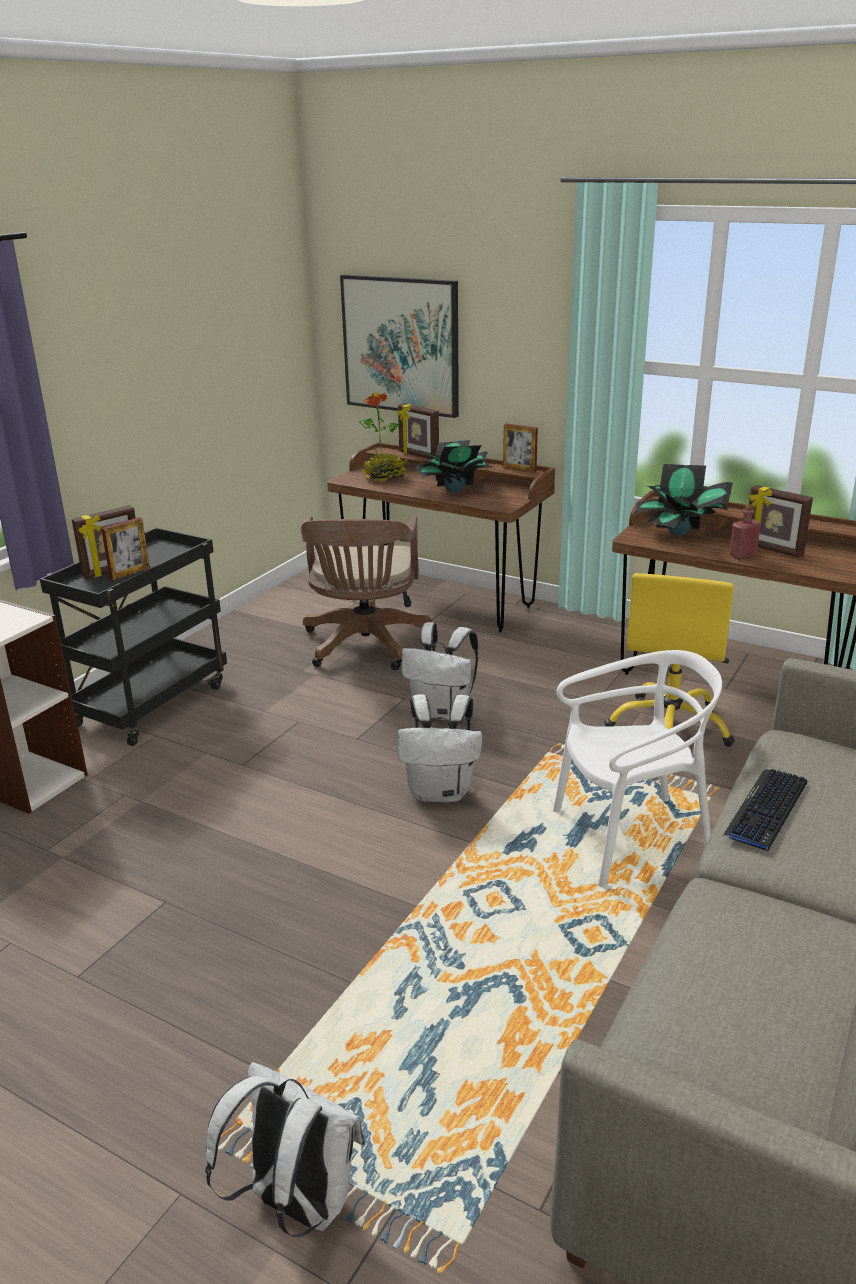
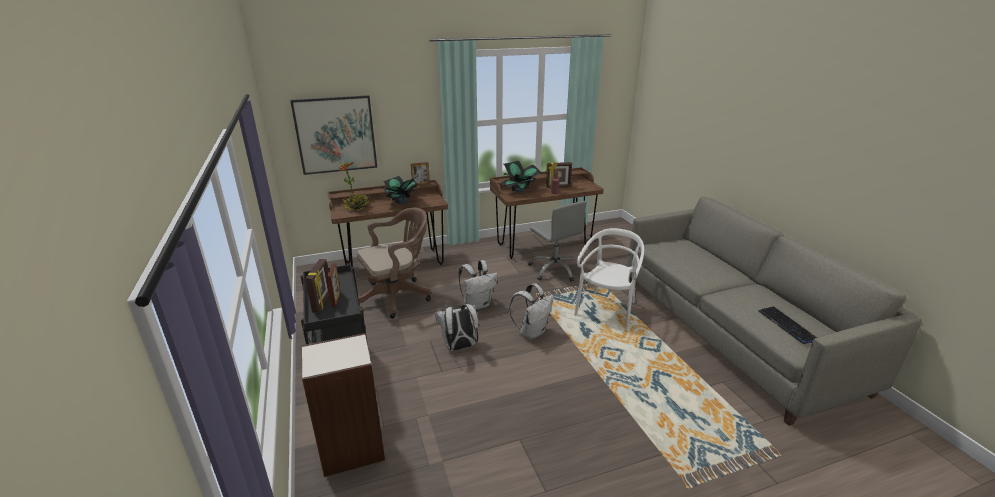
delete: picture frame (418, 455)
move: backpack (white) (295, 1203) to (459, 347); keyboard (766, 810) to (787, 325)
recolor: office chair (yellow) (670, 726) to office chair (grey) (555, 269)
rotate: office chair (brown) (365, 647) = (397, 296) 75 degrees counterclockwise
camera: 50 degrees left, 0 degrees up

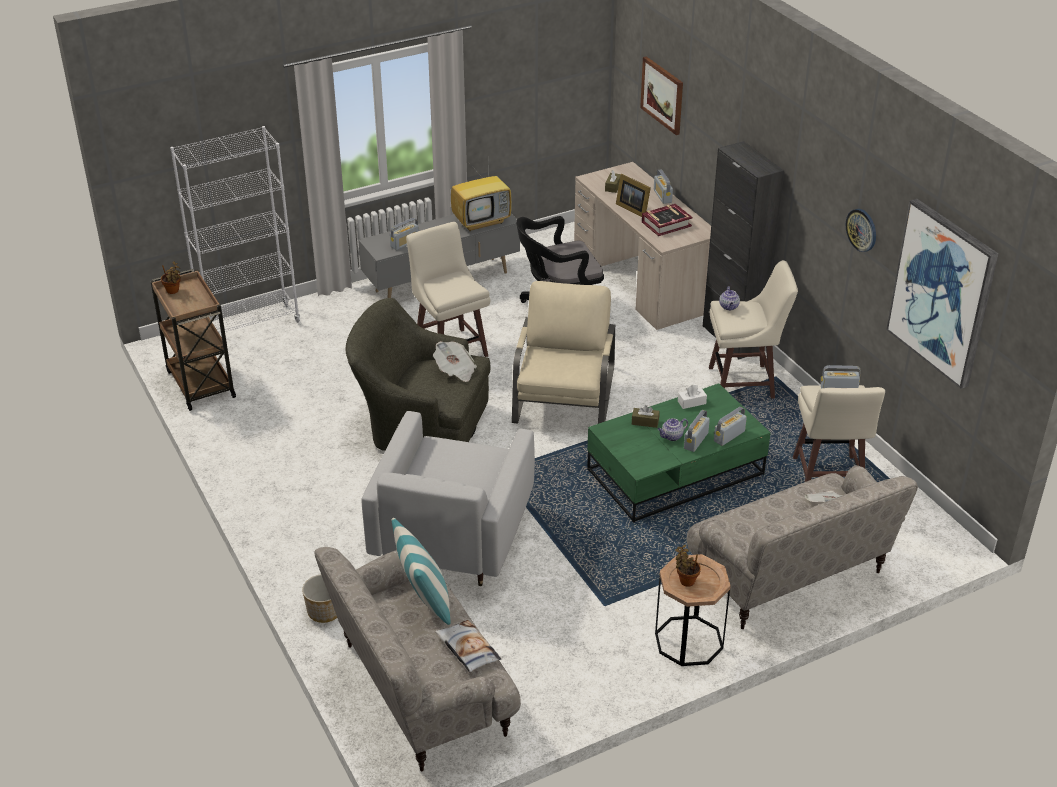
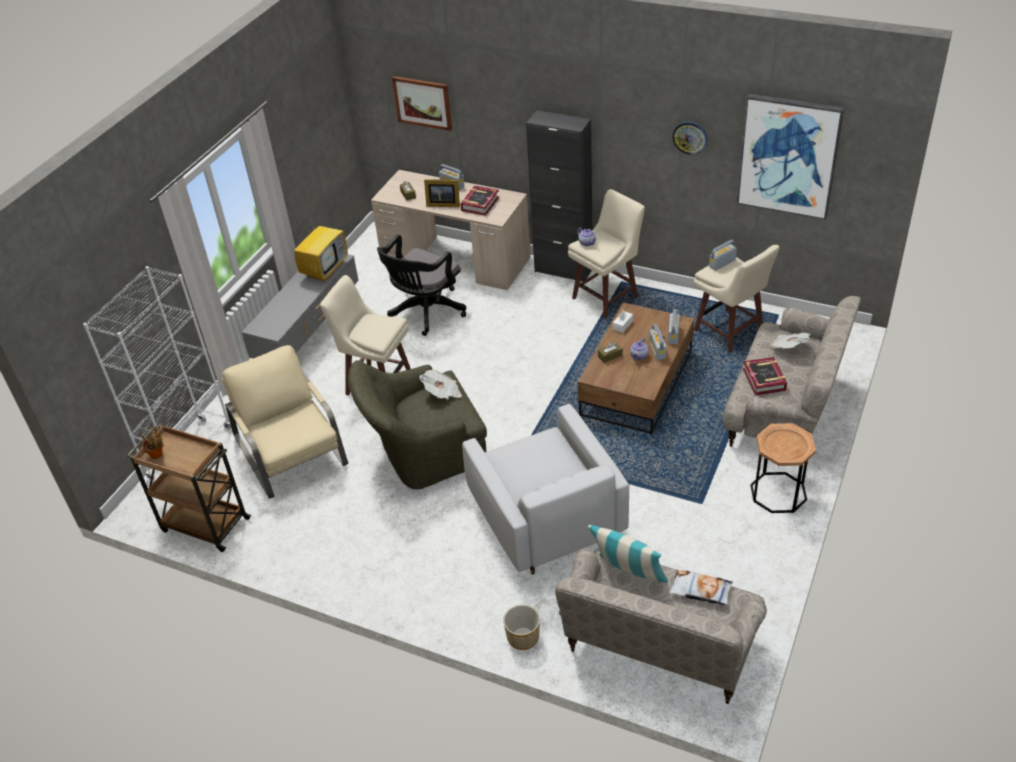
delete: radio (405, 243); potted plant (685, 580)
insert: book (764, 380)
move: armchair (beige) (564, 396) to (291, 452)
recolor: coffee table (green) (674, 473) to coffee table (brown) (636, 384)
camera: 35 degrees left, 5 degrees up

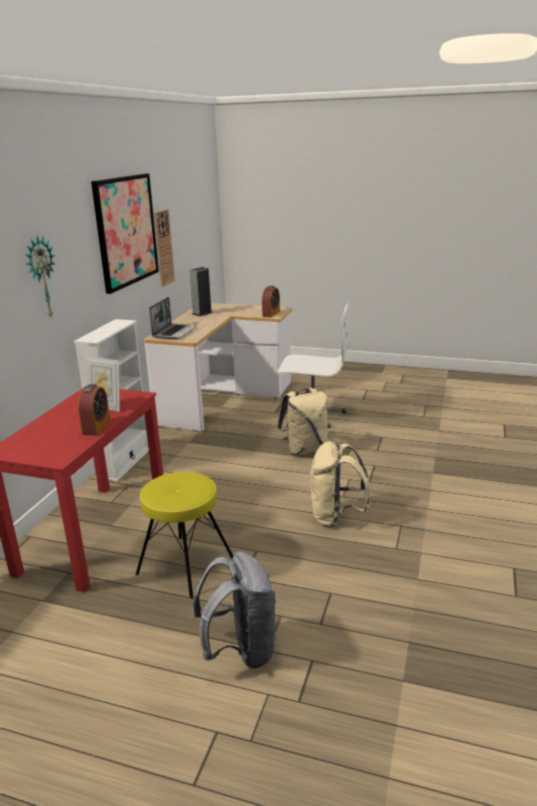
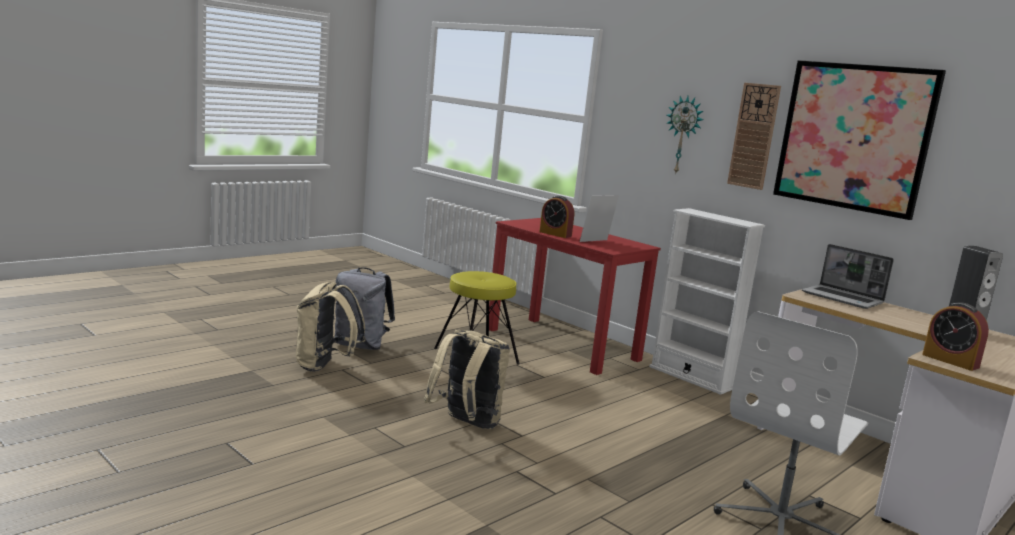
move: wall clock (163, 248) to (754, 136); backpack (beige) (304, 449) to (325, 366)
camera: 115 degrees right, 10 degrees down

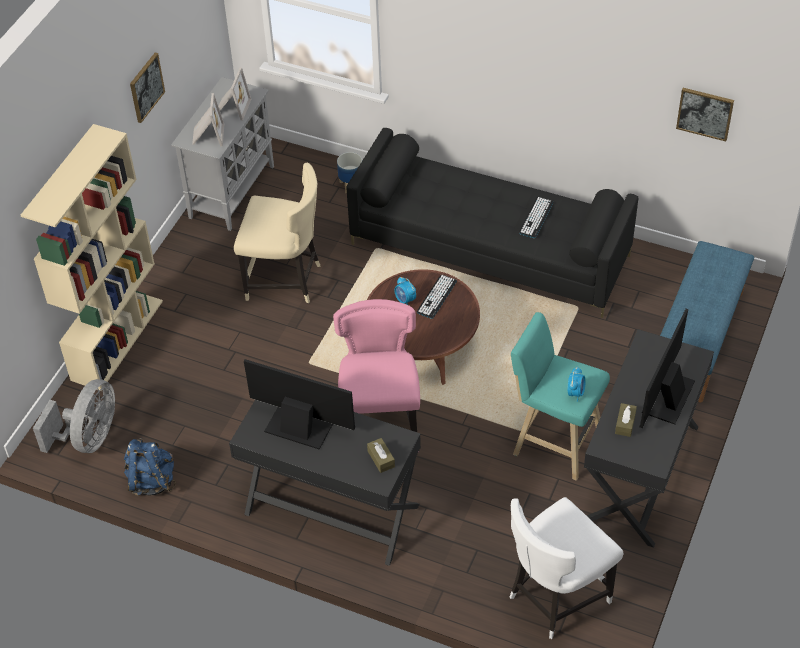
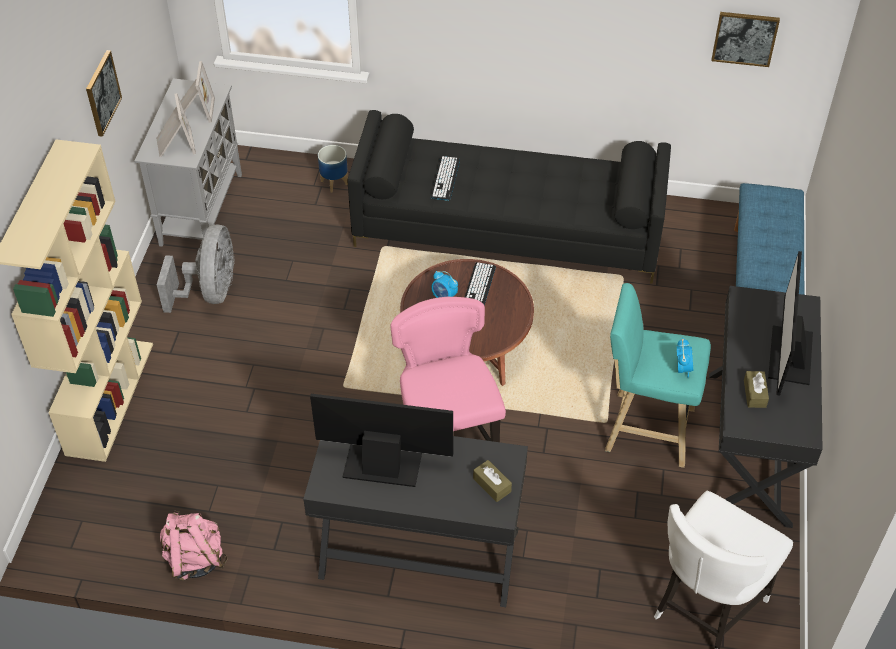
delete: chair (beige) (285, 280)
move: fan (grey) (89, 438) to (210, 292); keyboard (536, 218) to (445, 178)
recolor: backpack (blue) (151, 481) to backpack (pink) (195, 559)
camera: 15 degrees left, 0 degrees up

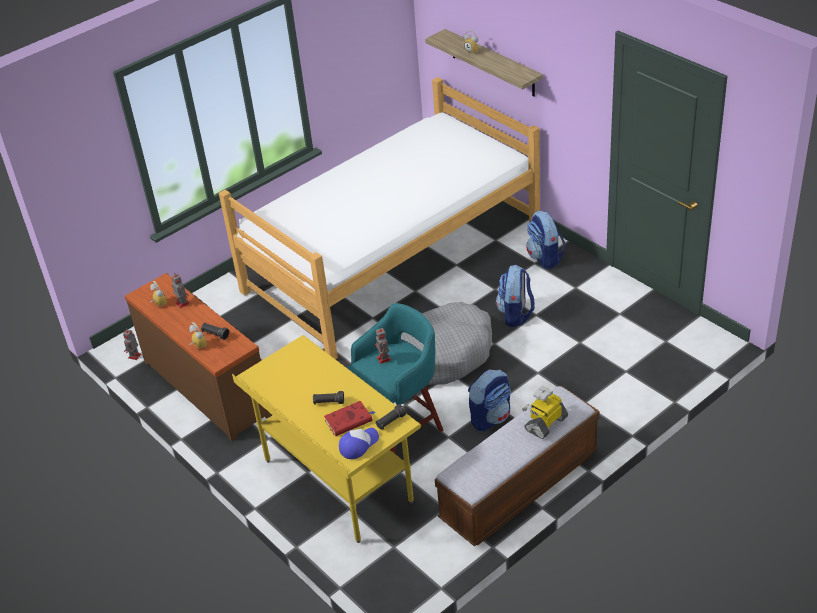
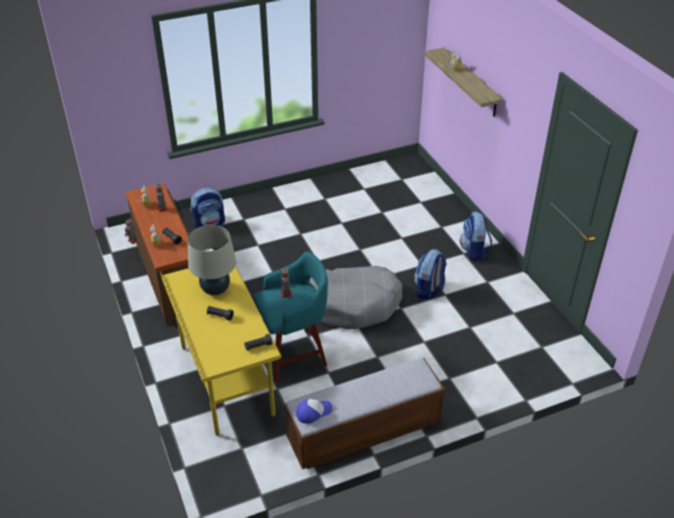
delete: bed (393, 259); book (red) (349, 420); toy robot (545, 423)
insert: table lamp (beige) (215, 289)
move: cap (358, 445) to (313, 412); backpack (490, 417) to (209, 223)
camera: 15 degrees right, 0 degrees up

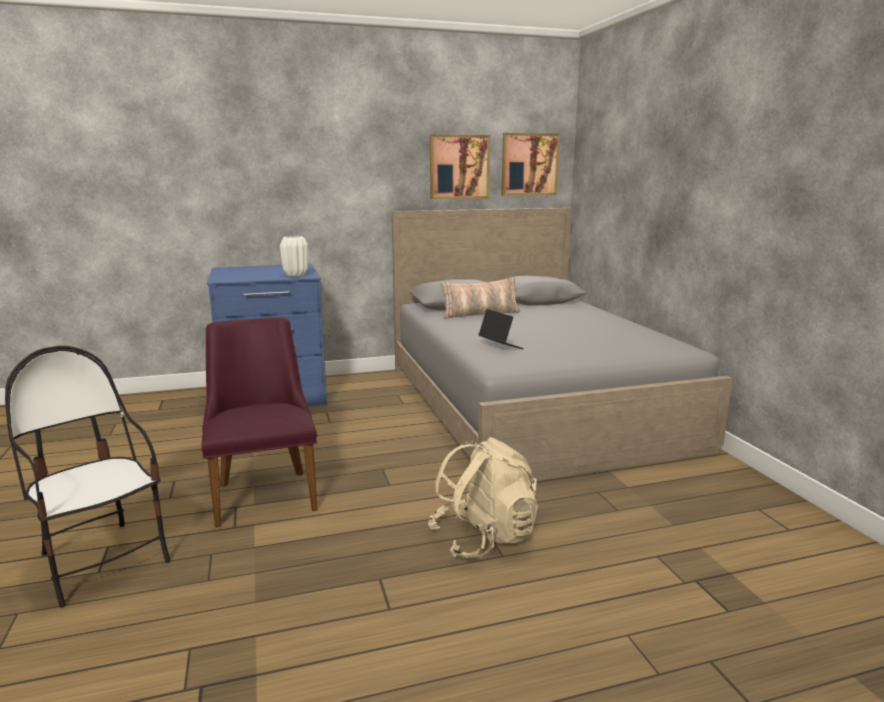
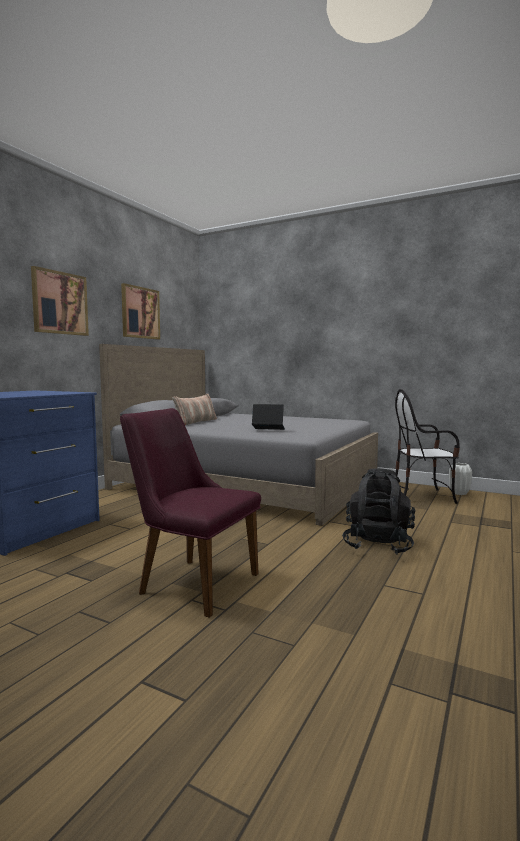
move: chair (102, 561) to (422, 496); vase (white) (296, 275) to (459, 493); picture (529, 164) to (60, 303)
recolor: backpack (beige) (483, 537) to backpack (black) (378, 545)
camera: 45 degrees left, 10 degrees down

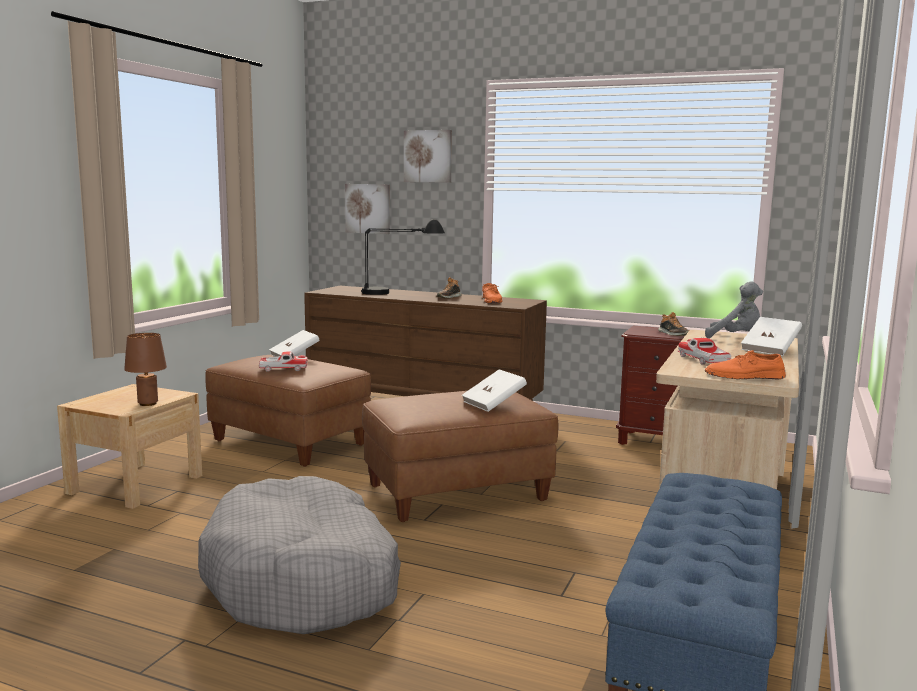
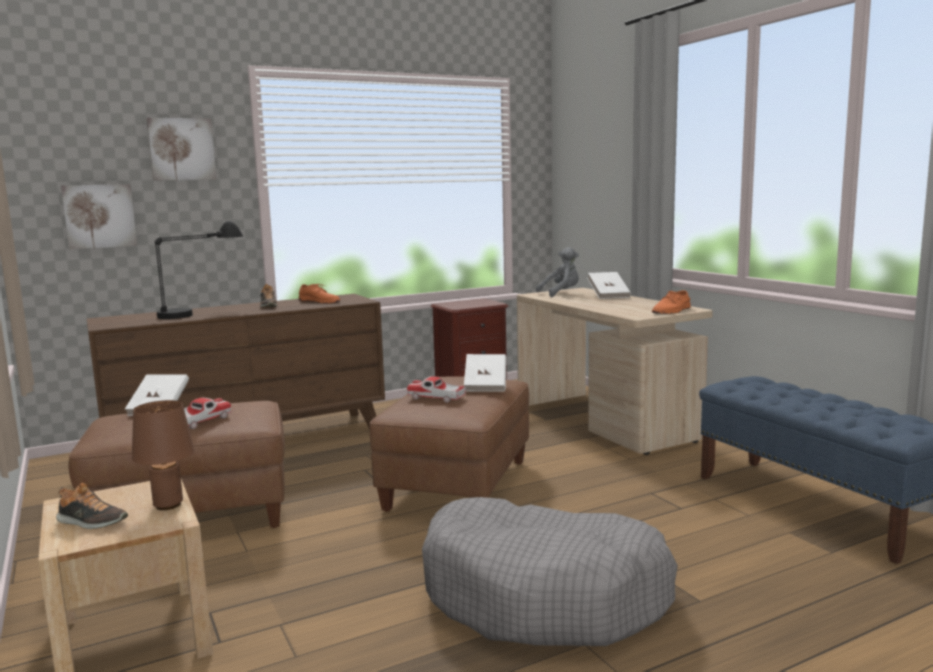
move: shoe (673, 334) to (91, 522); toy car (703, 360) to (437, 397)
camera: 50 degrees left, 0 degrees up

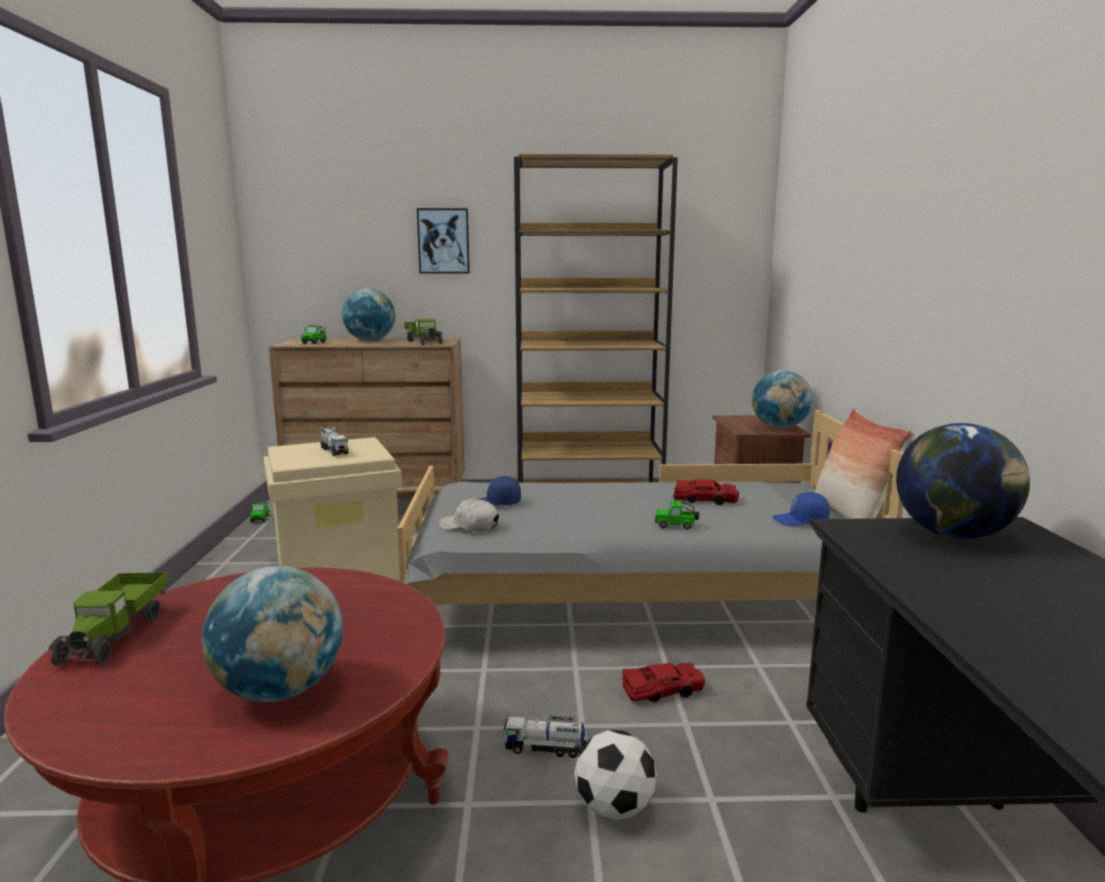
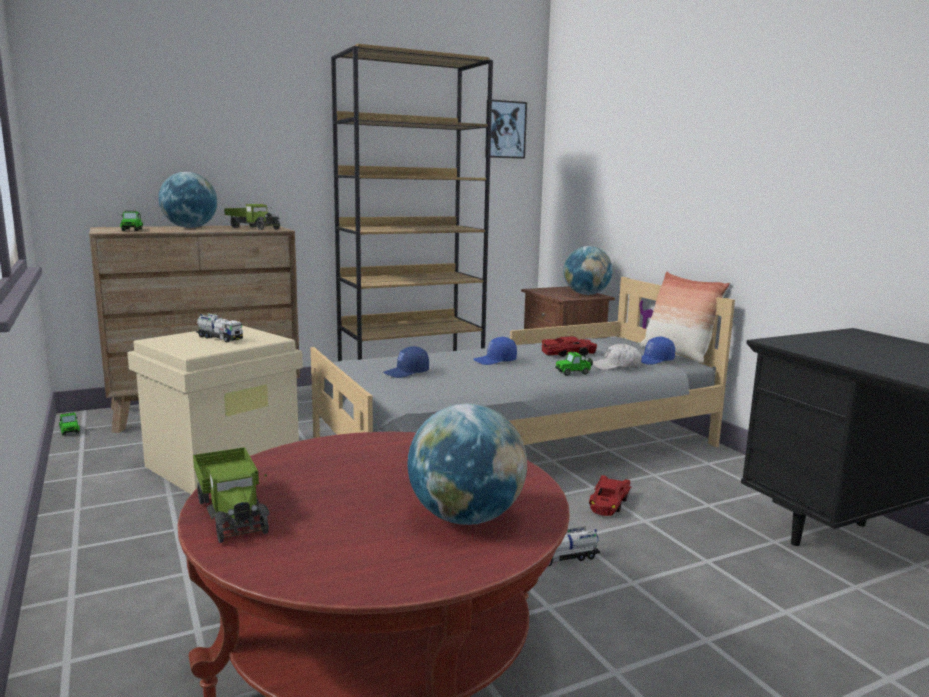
delete: football (614, 808); globe (954, 535)
insert: cap (blue) (495, 361)
move: picture (443, 241) to (505, 129); cap (white) (470, 526) to (616, 366)
rotate: toy car (red) (663, 691) = (608, 503) 150 degrees clockwise
camera: 25 degrees left, 0 degrees up

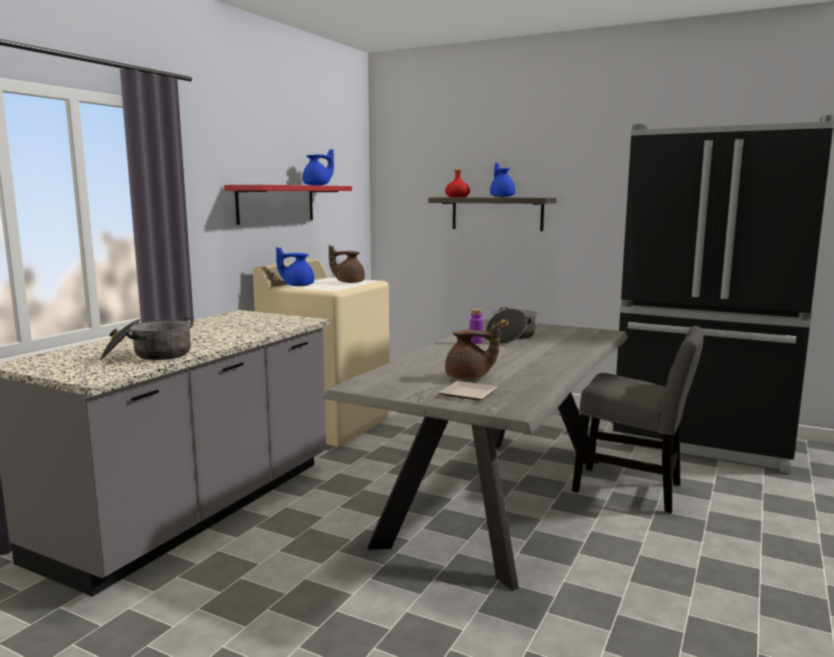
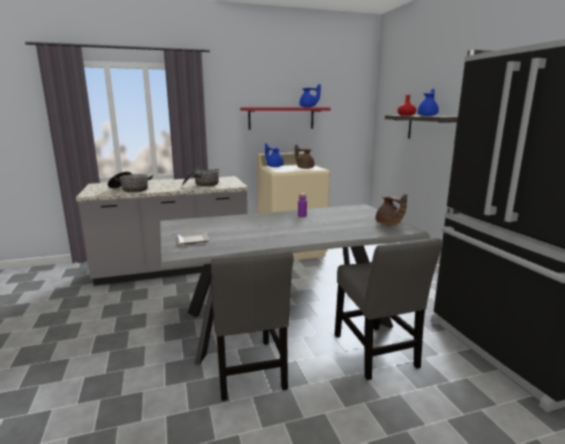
insert: chair (grey) (249, 371)
move: teapot (brown) (469, 377) to (388, 224); cooking pot (510, 337) to (201, 185)
camera: 45 degrees right, 5 degrees up

